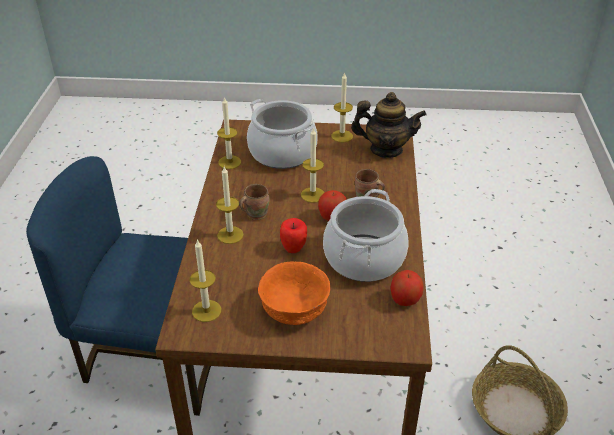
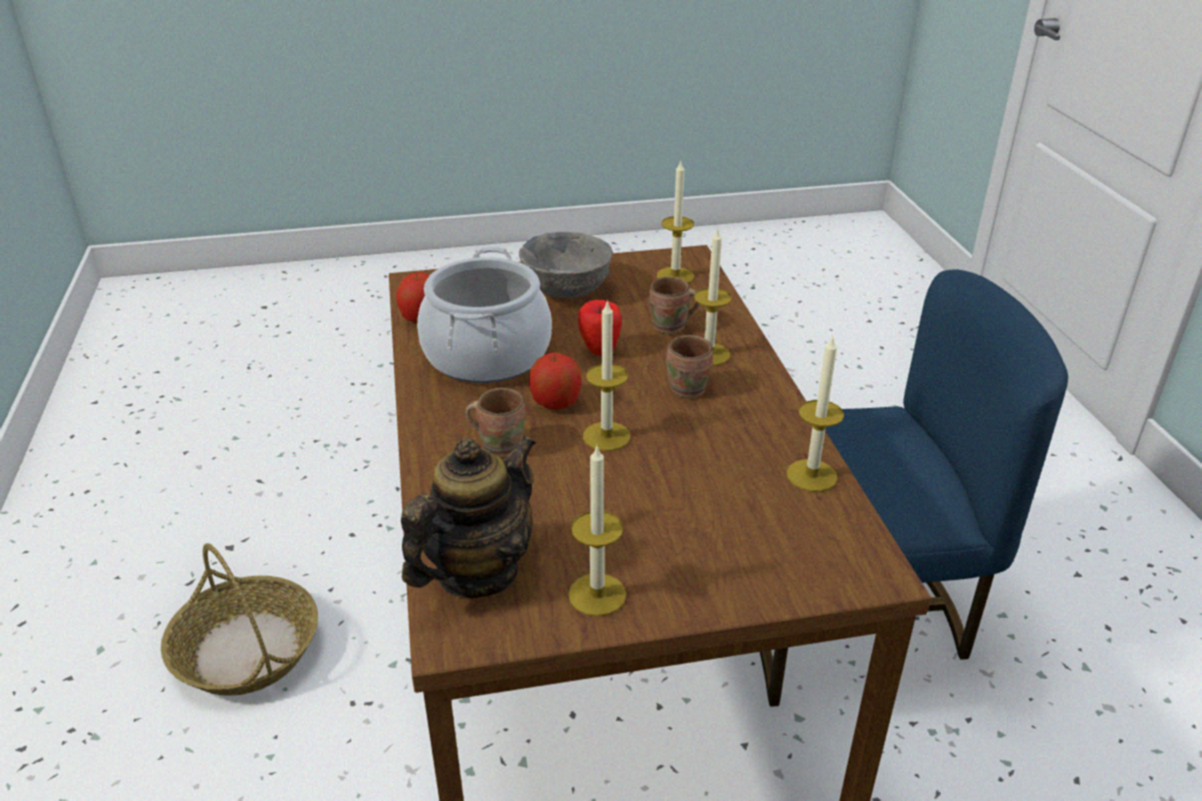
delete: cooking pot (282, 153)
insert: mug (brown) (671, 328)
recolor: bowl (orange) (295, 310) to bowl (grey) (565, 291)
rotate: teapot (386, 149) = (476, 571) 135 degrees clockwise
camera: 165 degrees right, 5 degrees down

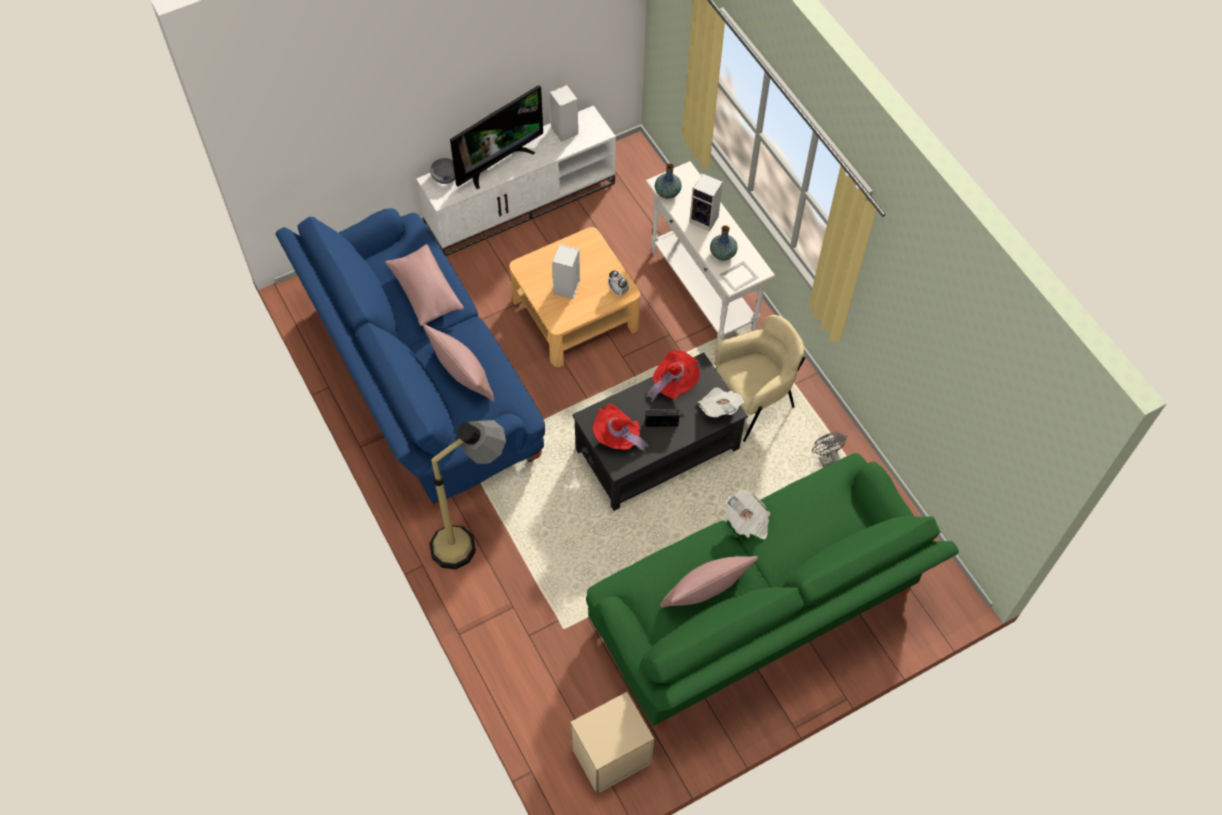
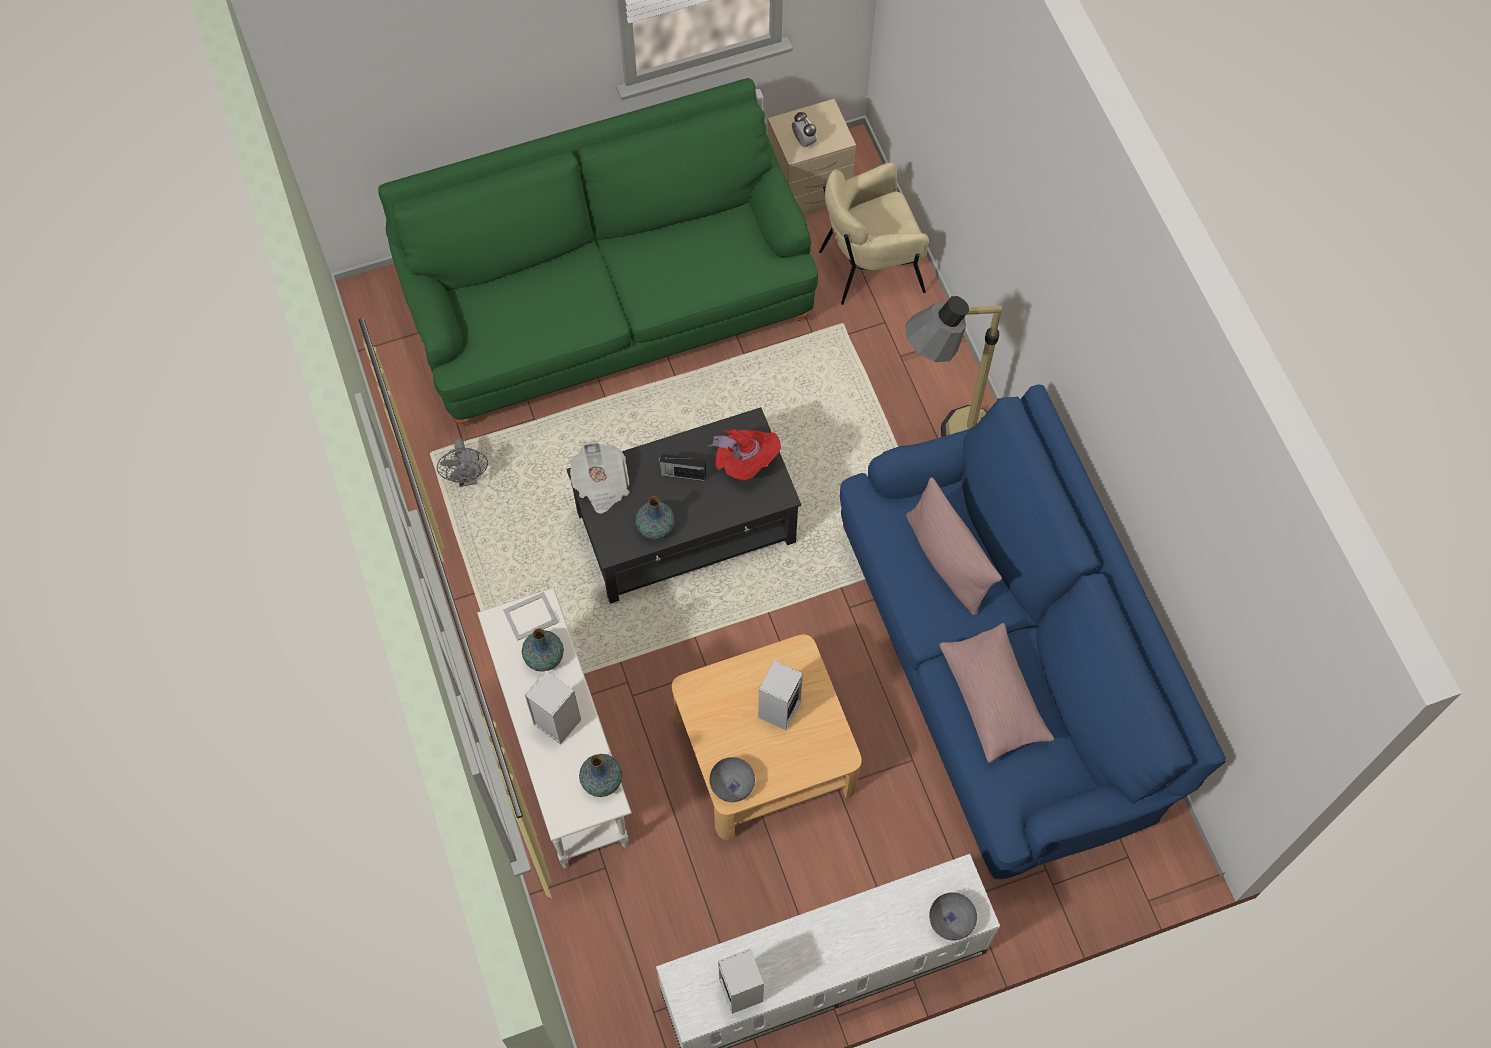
delete: television (497, 163); pillow (pink) (706, 590); newspaper (747, 521)
insert: bowl (grey) (732, 784)
move: alarm clock (618, 291) to (803, 141); armchair (beige) (753, 400) to (869, 266)
replace: hat (red) (673, 384) to vase (655, 527)
camera: 170 degrees left, 5 degrees up

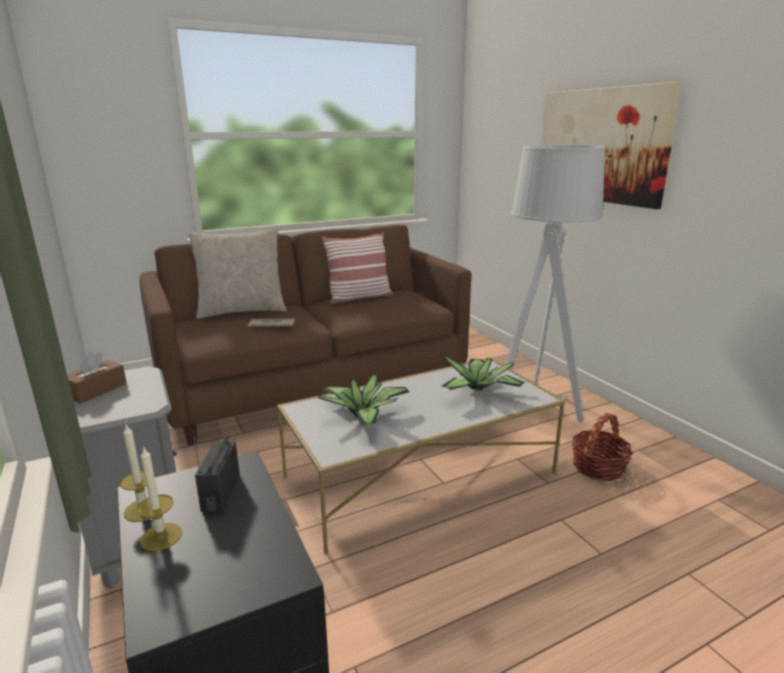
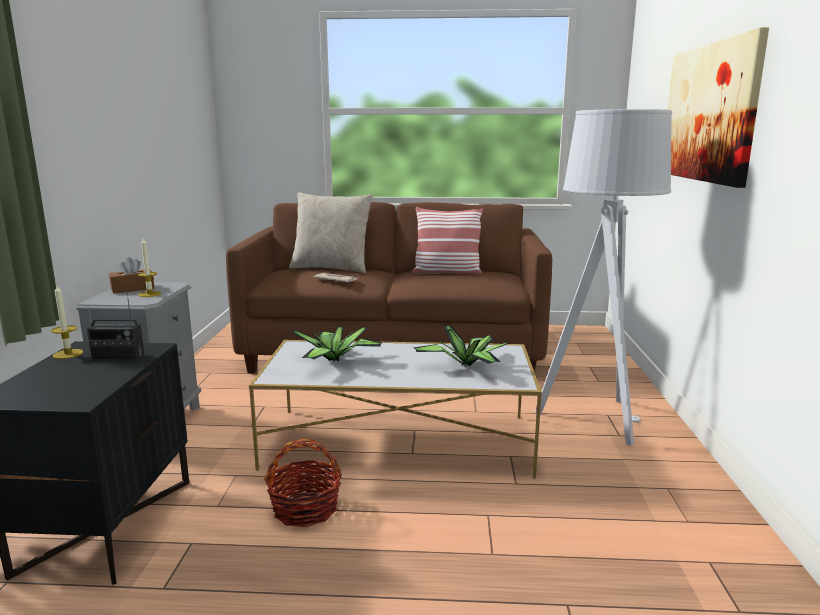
move: candle (161, 537) to (150, 294); basket (598, 467) to (305, 509)
rotate: radio (220, 492) = (118, 357) 120 degrees counterclockwise
camera: 30 degrees right, 5 degrees down

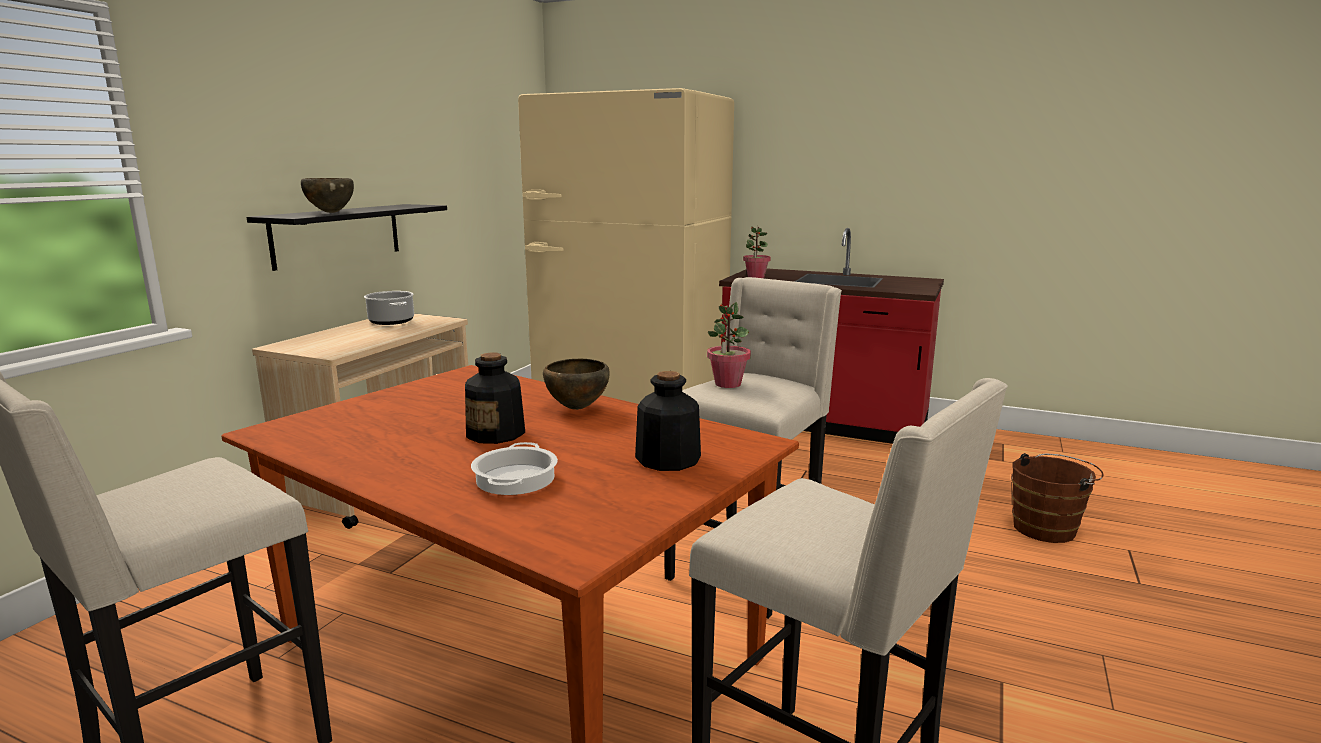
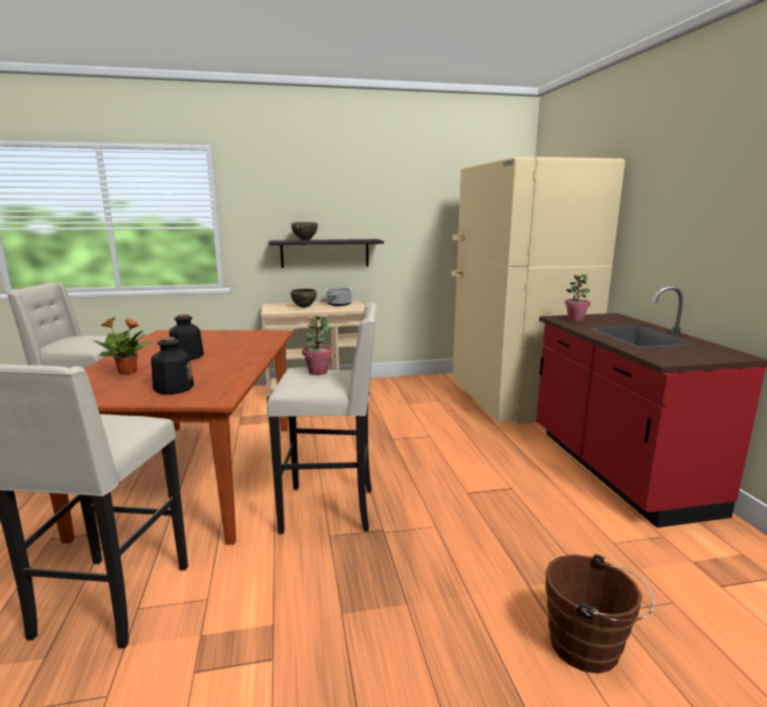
move: bowl (brown) (576, 408) to (303, 307)
replace: cooking pot (516, 479) to potted plant (128, 372)
camera: 55 degrees right, 0 degrees up

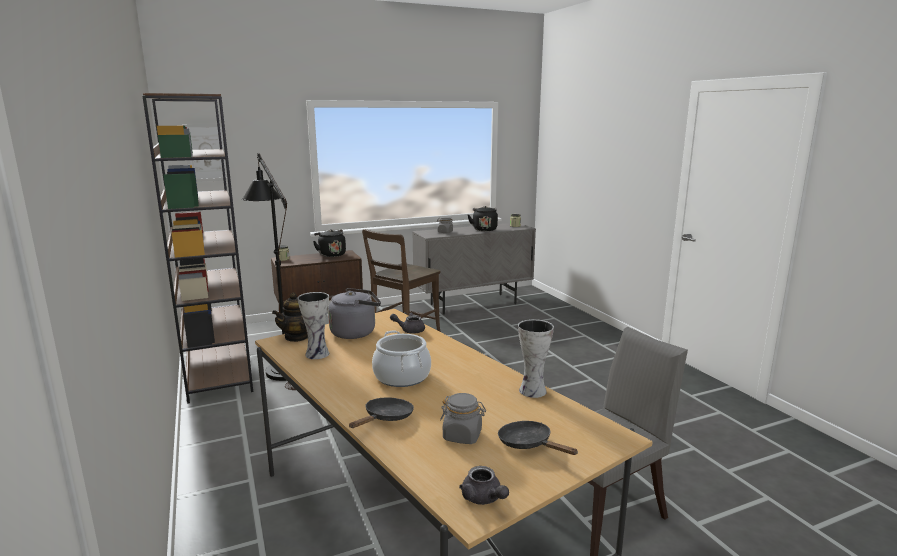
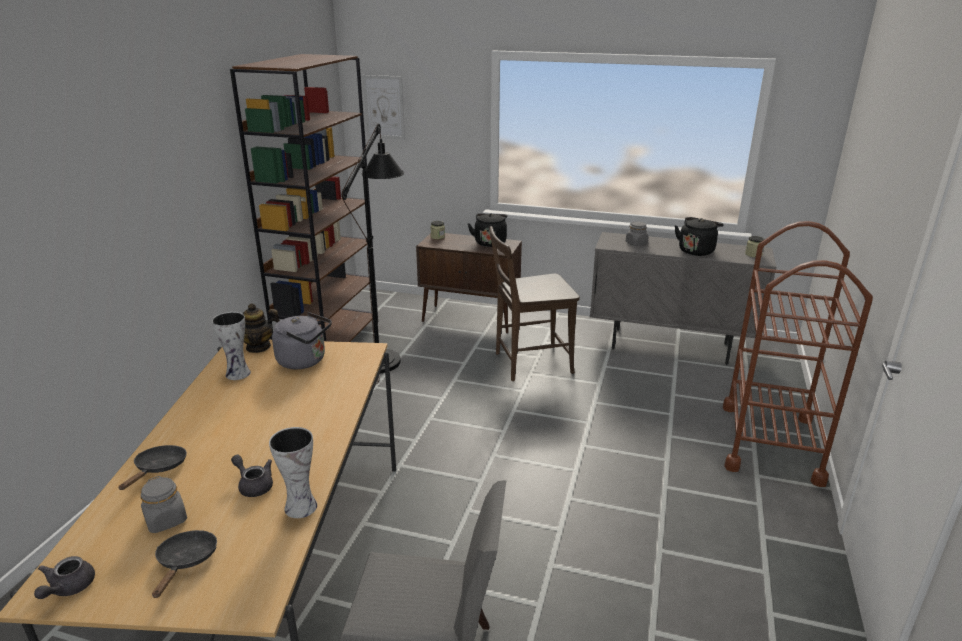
delete: cooking pot (402, 376)
insert: cart (brown) (770, 443)
move: teapot (grey) (409, 330) to (254, 485)
rotate: frying pan (black) (386, 418) = (158, 468) 60 degrees counterclockwise
camera: 40 degrees right, 10 degrees up

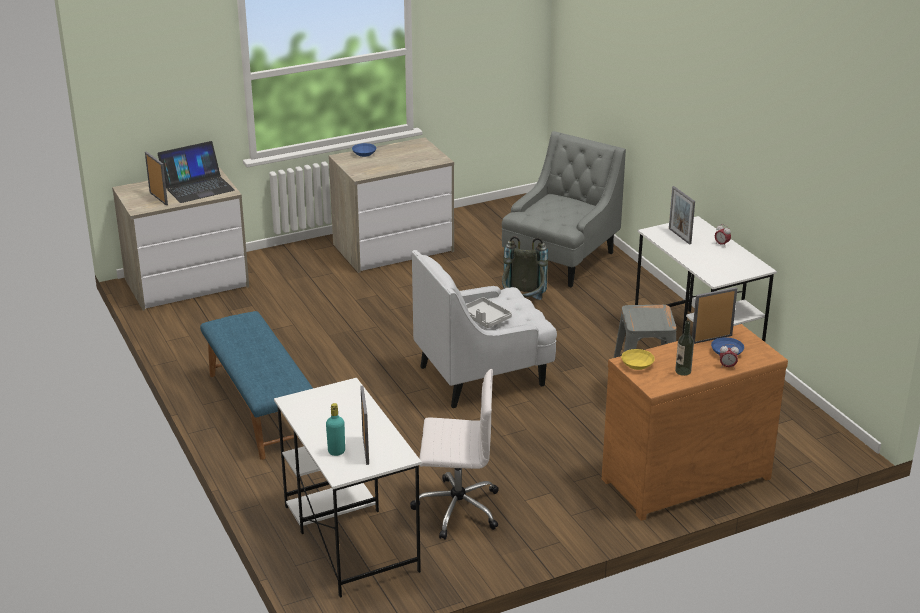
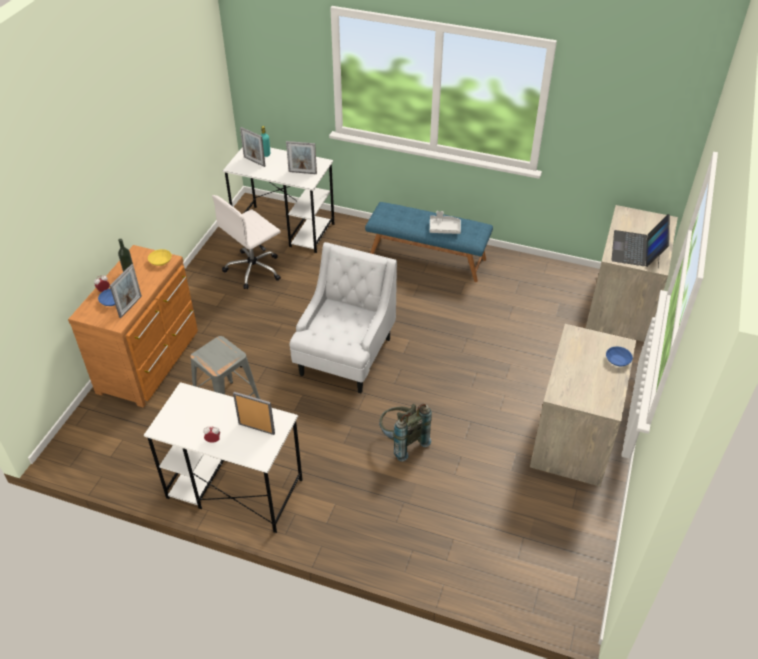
delete: armchair (grey) (560, 261)
move: picture frame (158, 198) to (302, 172); tray (grey) (485, 318) to (444, 228)
camera: 135 degrees right, 15 degrees up

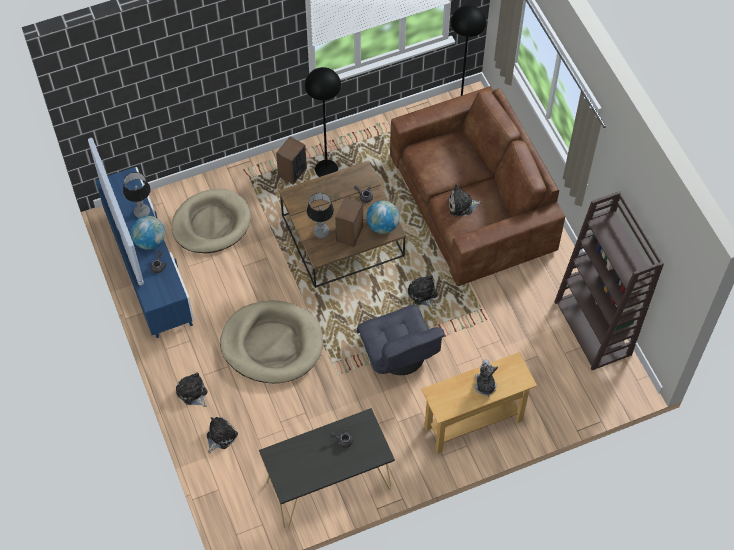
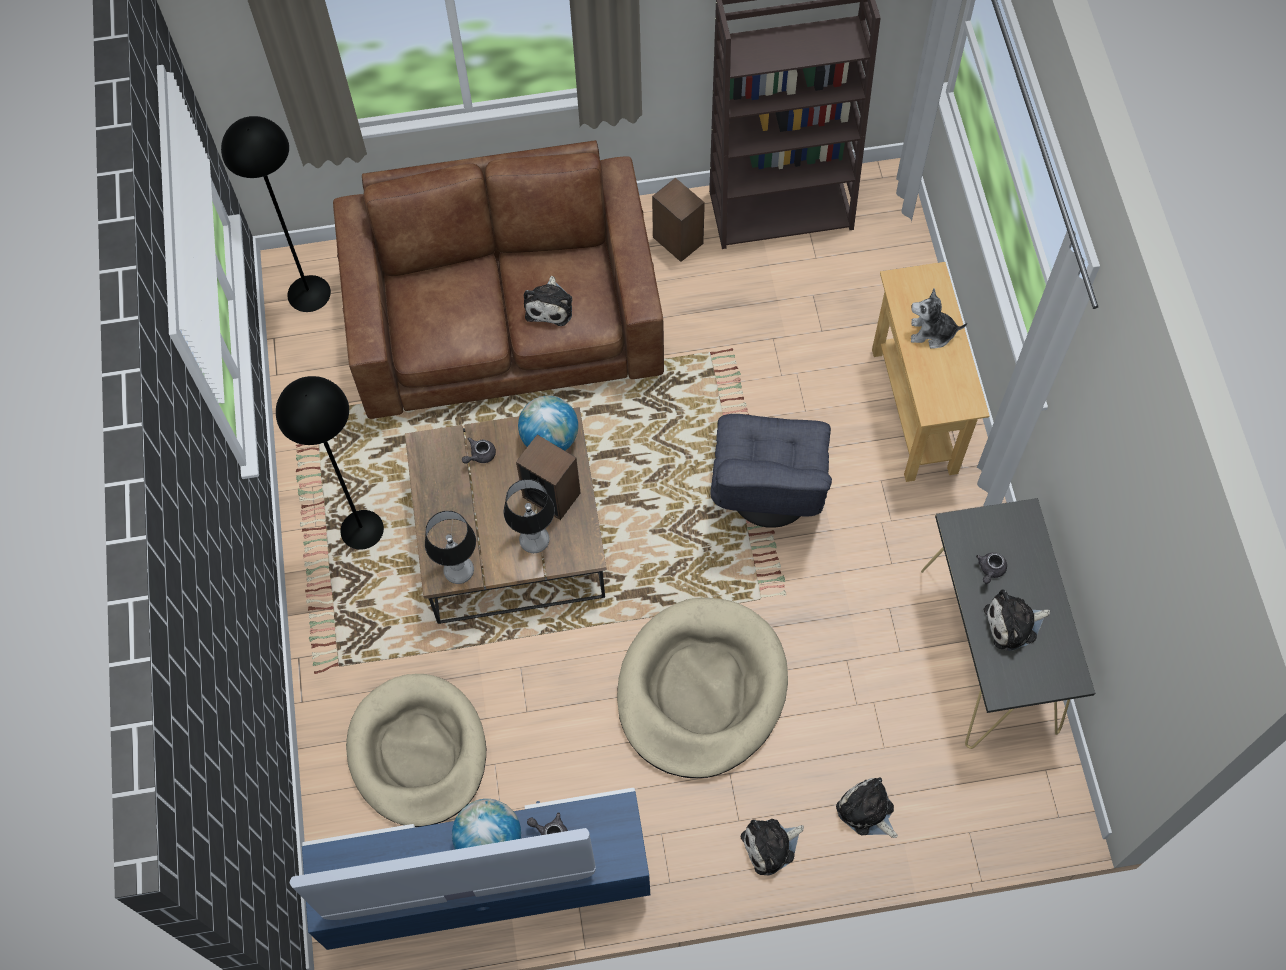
move: table lamp (142, 212) to (458, 570); speaker (292, 172) to (677, 240); plush toy (423, 294) to (1014, 624)
rotate: armchair (grey) (399, 355) = (768, 491) 105 degrees clockwise
camera: 75 degrees left, 5 degrees up

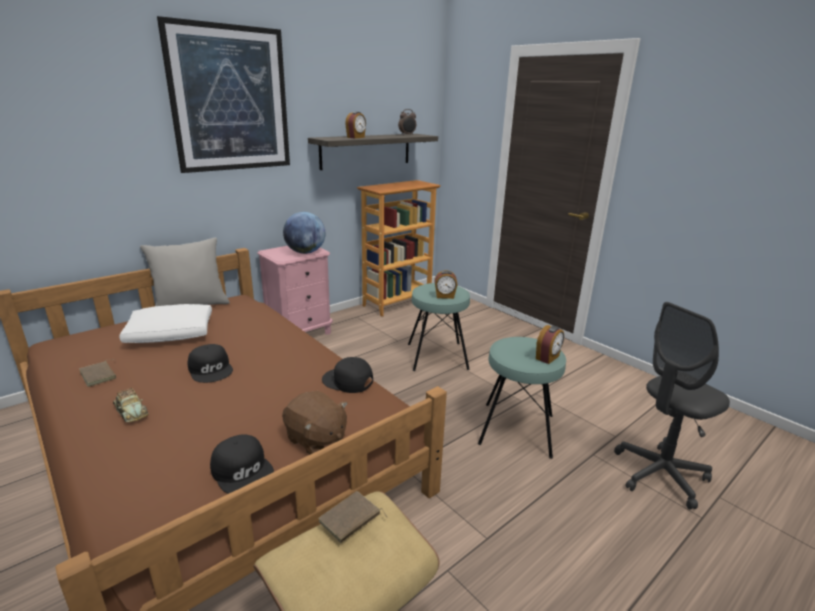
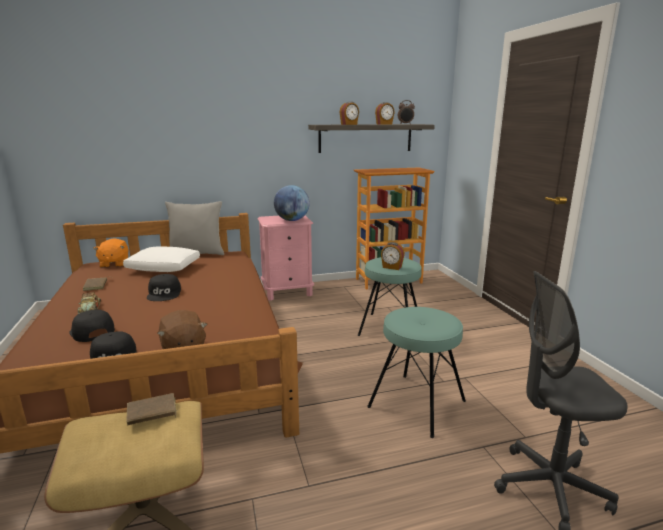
delete: picture (230, 99)
insert: plush toy (orange) (114, 264)
move: cap (black) (347, 381) to (91, 331); alarm clock (548, 358) to (384, 124)
camera: 25 degrees right, 5 degrees down

